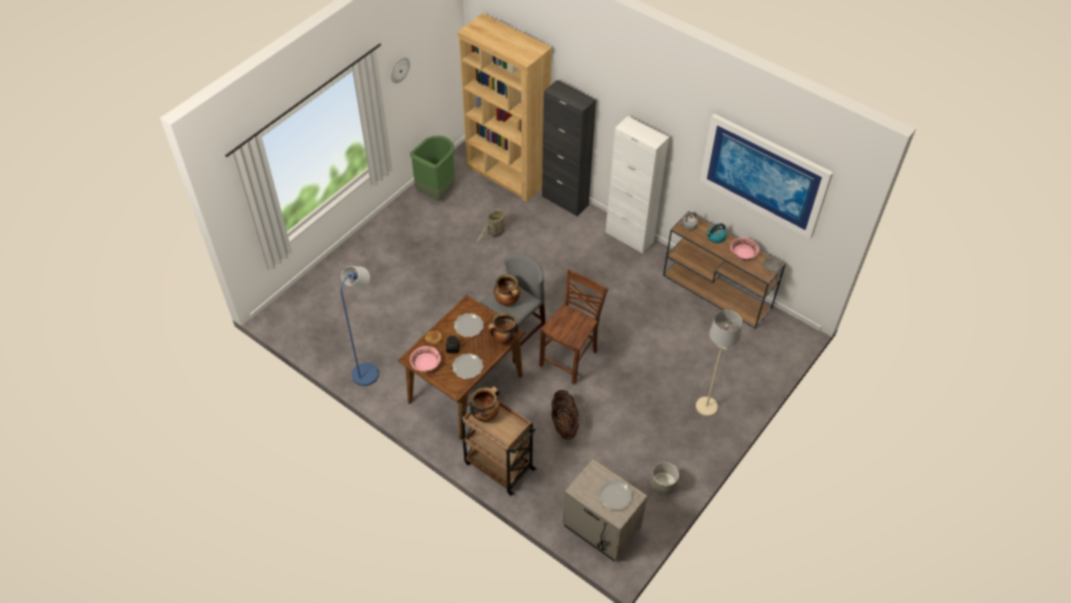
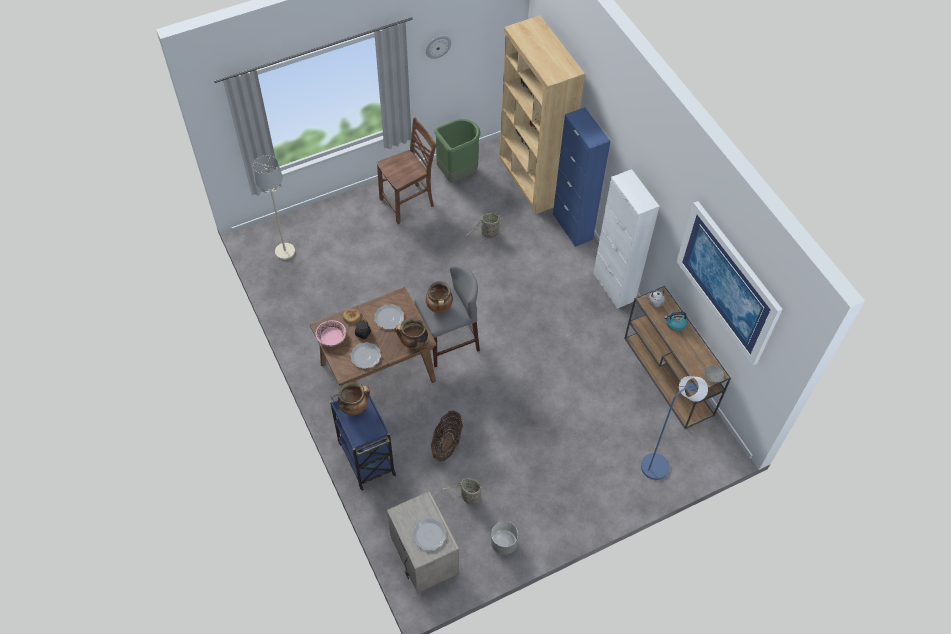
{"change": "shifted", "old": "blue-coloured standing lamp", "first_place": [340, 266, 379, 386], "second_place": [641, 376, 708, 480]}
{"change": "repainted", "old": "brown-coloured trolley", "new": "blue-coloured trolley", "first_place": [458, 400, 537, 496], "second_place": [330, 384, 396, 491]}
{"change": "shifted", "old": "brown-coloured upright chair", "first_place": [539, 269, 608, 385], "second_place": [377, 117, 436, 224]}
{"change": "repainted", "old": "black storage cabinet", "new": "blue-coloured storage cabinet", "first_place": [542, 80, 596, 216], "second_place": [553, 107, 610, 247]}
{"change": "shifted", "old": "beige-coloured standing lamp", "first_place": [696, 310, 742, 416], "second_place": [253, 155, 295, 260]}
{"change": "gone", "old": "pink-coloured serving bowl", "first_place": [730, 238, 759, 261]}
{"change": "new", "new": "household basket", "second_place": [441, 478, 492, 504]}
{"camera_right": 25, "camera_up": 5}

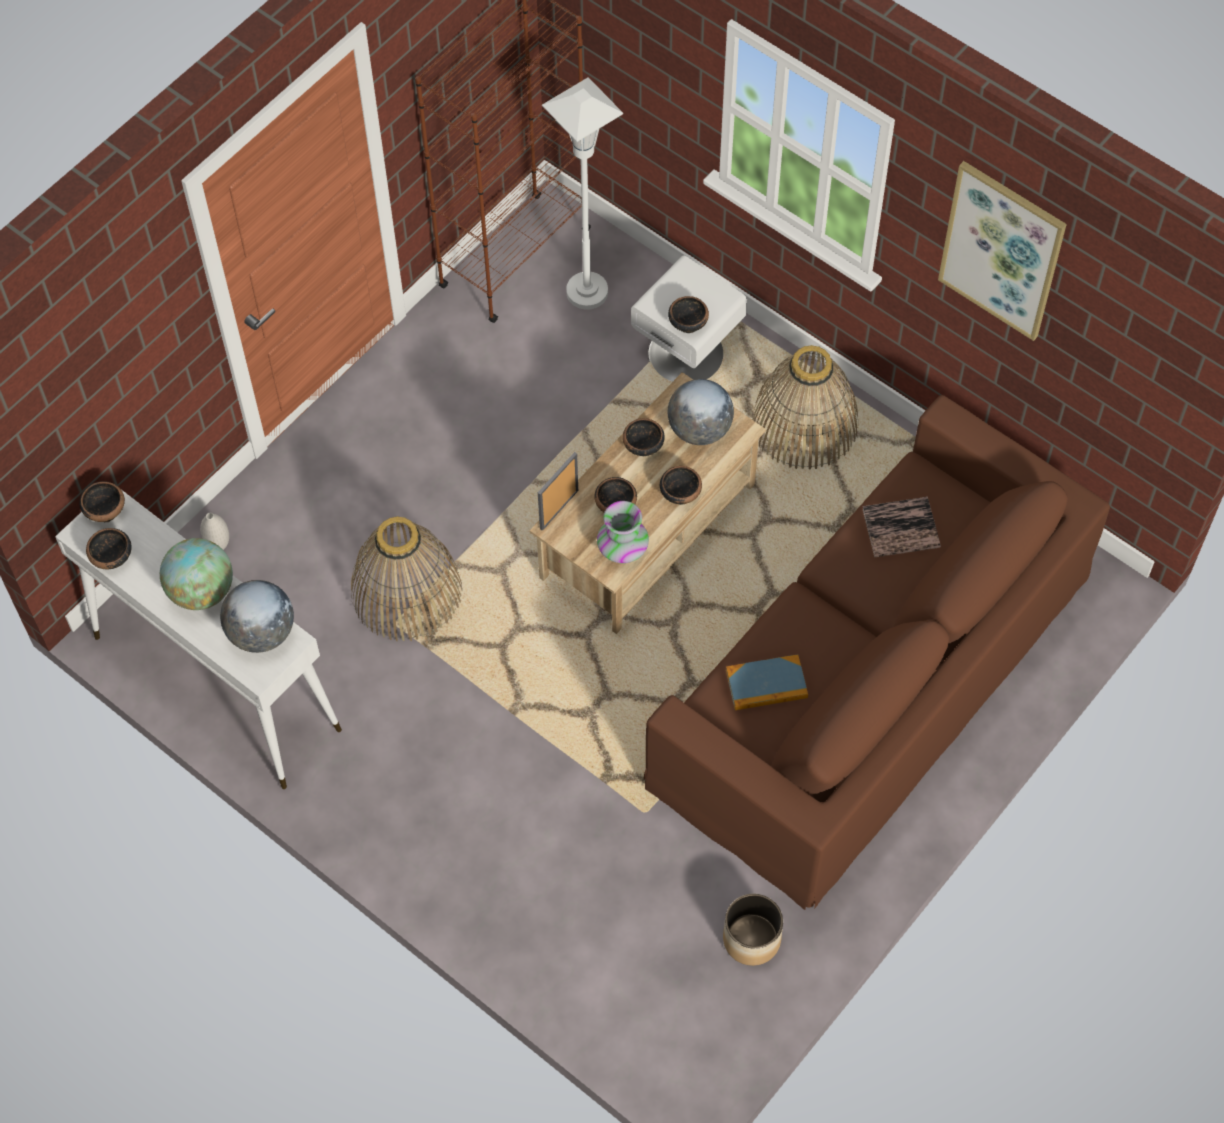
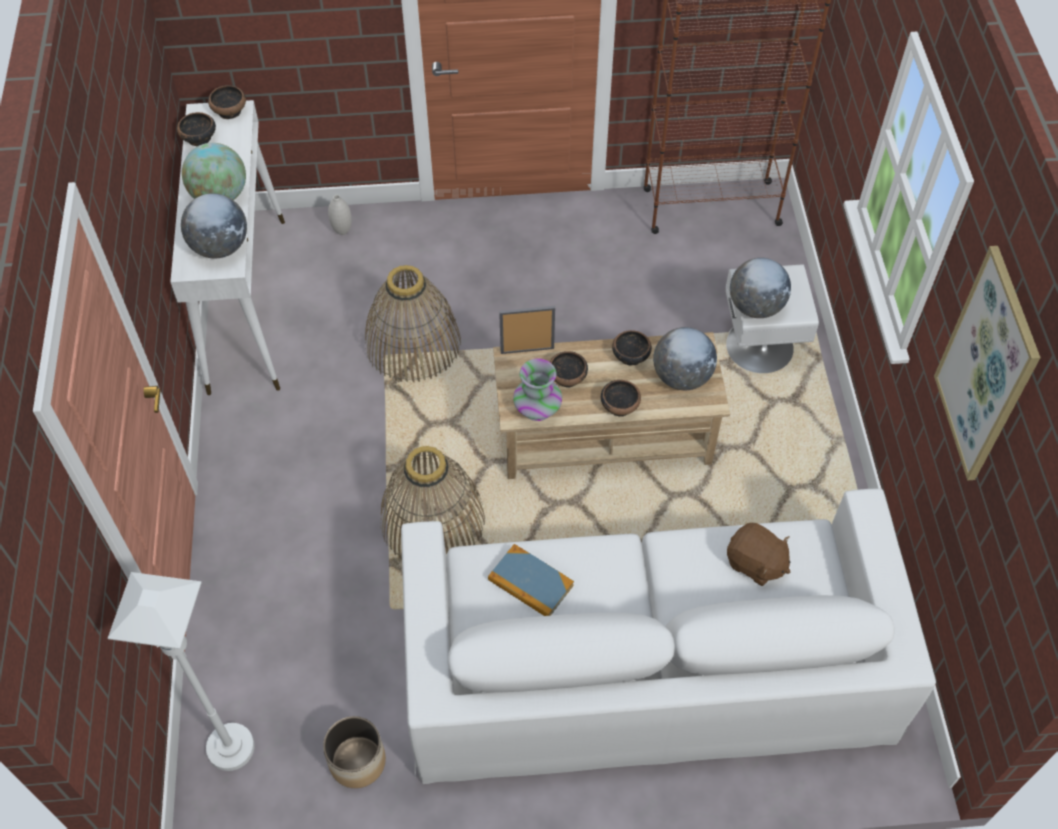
{"change": "shifted", "old": "white standing lamp", "first_place": [542, 77, 623, 310], "second_place": [108, 572, 255, 771]}
{"change": "repainted", "old": "brown-coloured settee", "new": "white settee", "first_place": [644, 395, 1110, 910], "second_place": [401, 488, 936, 784]}
{"change": "swapped", "old": "serving bowl", "new": "world globe", "first_place": [668, 296, 709, 333], "second_place": [730, 258, 791, 318]}
{"change": "shifted", "old": "household basket", "first_place": [751, 345, 858, 470], "second_place": [380, 446, 485, 558]}
{"change": "swapped", "old": "book", "new": "brown-coloured plush toy", "first_place": [862, 497, 941, 557], "second_place": [727, 523, 791, 586]}
{"camera_right": 45, "camera_up": -5}

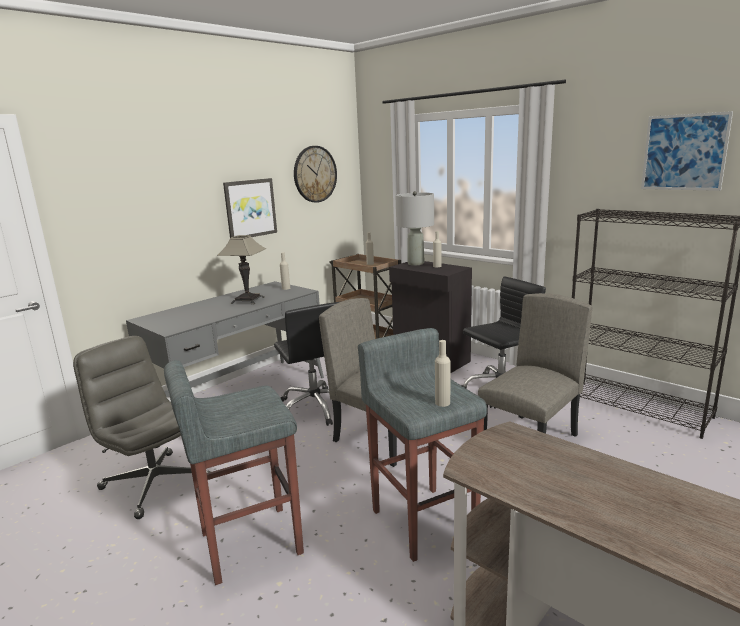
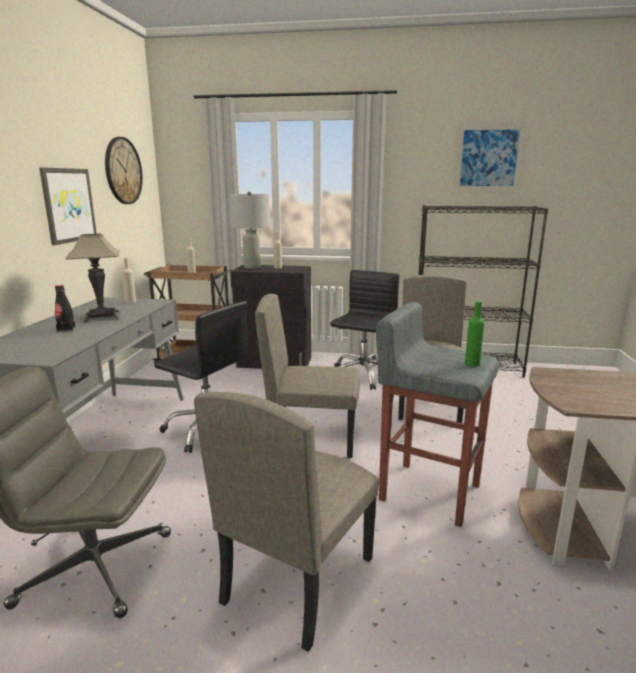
{"change": "swapped", "old": "greyish sitting stool", "new": "beige-coloured upright chair", "first_place": [164, 360, 304, 585], "second_place": [194, 392, 379, 652]}
{"change": "repainted", "old": "beige-coloured drink bottle", "new": "greenish drink bottle", "first_place": [435, 340, 450, 407], "second_place": [465, 301, 485, 367]}
{"change": "new", "new": "black drink bottle", "second_place": [55, 285, 75, 332]}
{"camera_right": -35, "camera_up": 0}

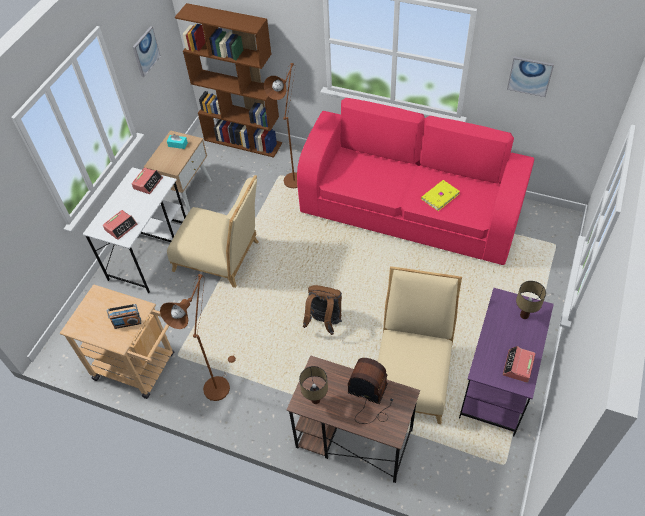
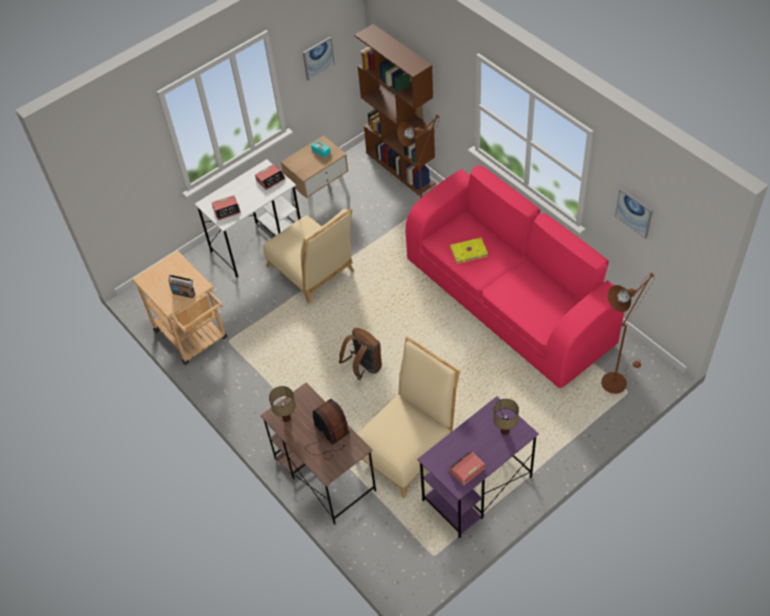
{"change": "shifted", "old": "brown-coloured standing lamp", "first_place": [160, 274, 236, 401], "second_place": [601, 273, 654, 394]}
{"change": "shifted", "old": "yellowish book", "first_place": [421, 180, 460, 211], "second_place": [450, 238, 488, 264]}
{"camera_right": 30, "camera_up": 0}

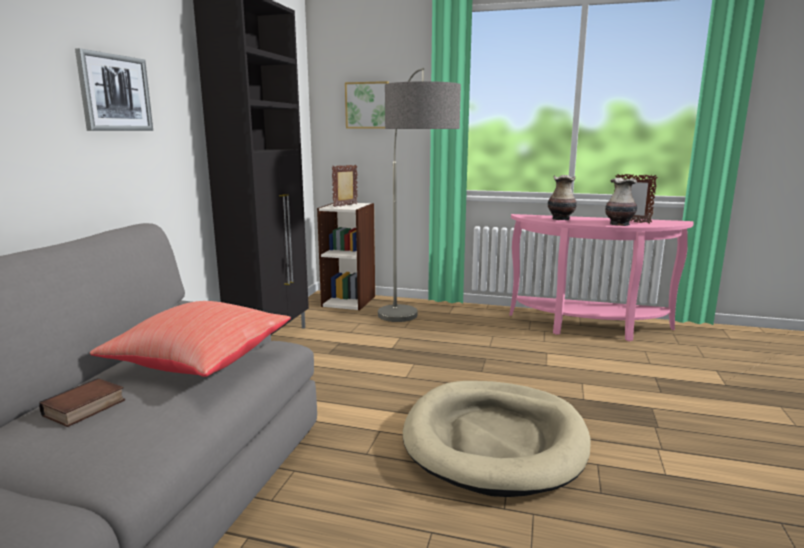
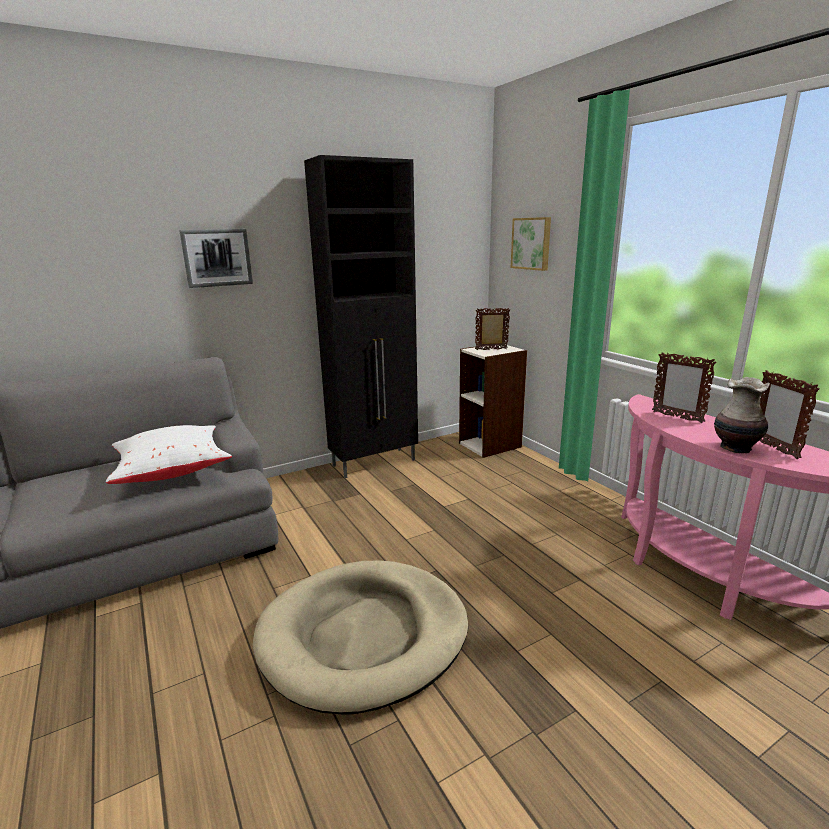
{"change": "gone", "old": "book", "first_place": [39, 378, 125, 427]}
{"change": "repainted", "old": "red-coloured pillow", "new": "white pillow", "first_place": [90, 301, 291, 377], "second_place": [106, 425, 232, 484]}
{"change": "gone", "old": "standing lamp", "first_place": [378, 68, 461, 322]}
{"change": "swapped", "old": "decorative vase", "new": "photo frame", "first_place": [548, 175, 577, 220], "second_place": [652, 352, 717, 423]}
{"camera_right": 45, "camera_up": 5}

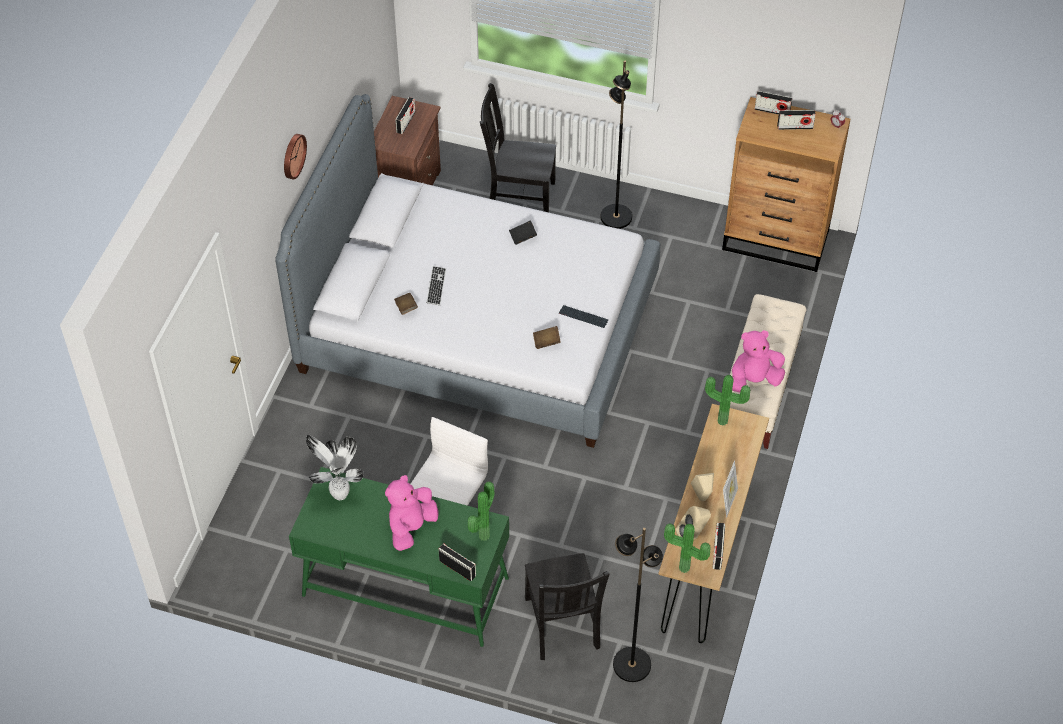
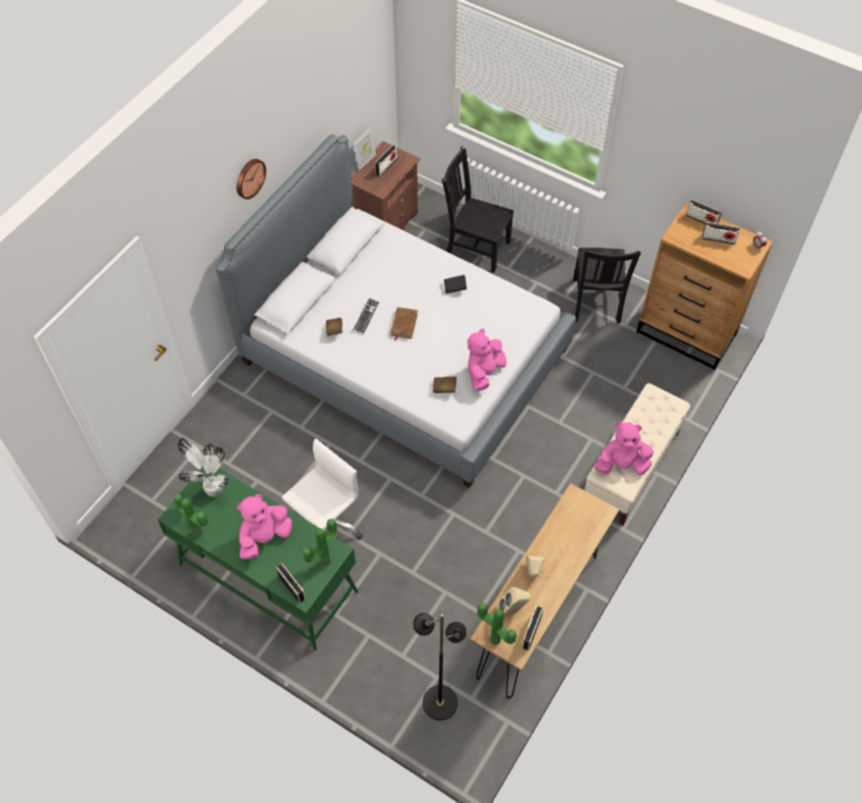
{"change": "shifted", "old": "black upright chair", "first_place": [525, 553, 610, 660], "second_place": [573, 248, 641, 324]}
{"change": "swapped", "old": "keyboard", "new": "pink-coloured plush toy", "first_place": [559, 305, 608, 328], "second_place": [467, 329, 506, 391]}
{"change": "gone", "old": "black standing lamp", "first_place": [600, 61, 632, 229]}
{"change": "shifted", "old": "plant in a pot", "first_place": [705, 375, 750, 426], "second_place": [174, 494, 208, 538]}
{"change": "shifted", "old": "photo frame", "first_place": [723, 460, 738, 518], "second_place": [353, 128, 376, 171]}
{"change": "new", "new": "brown-coloured book", "second_place": [391, 307, 418, 341]}
{"camera_right": 15, "camera_up": 5}

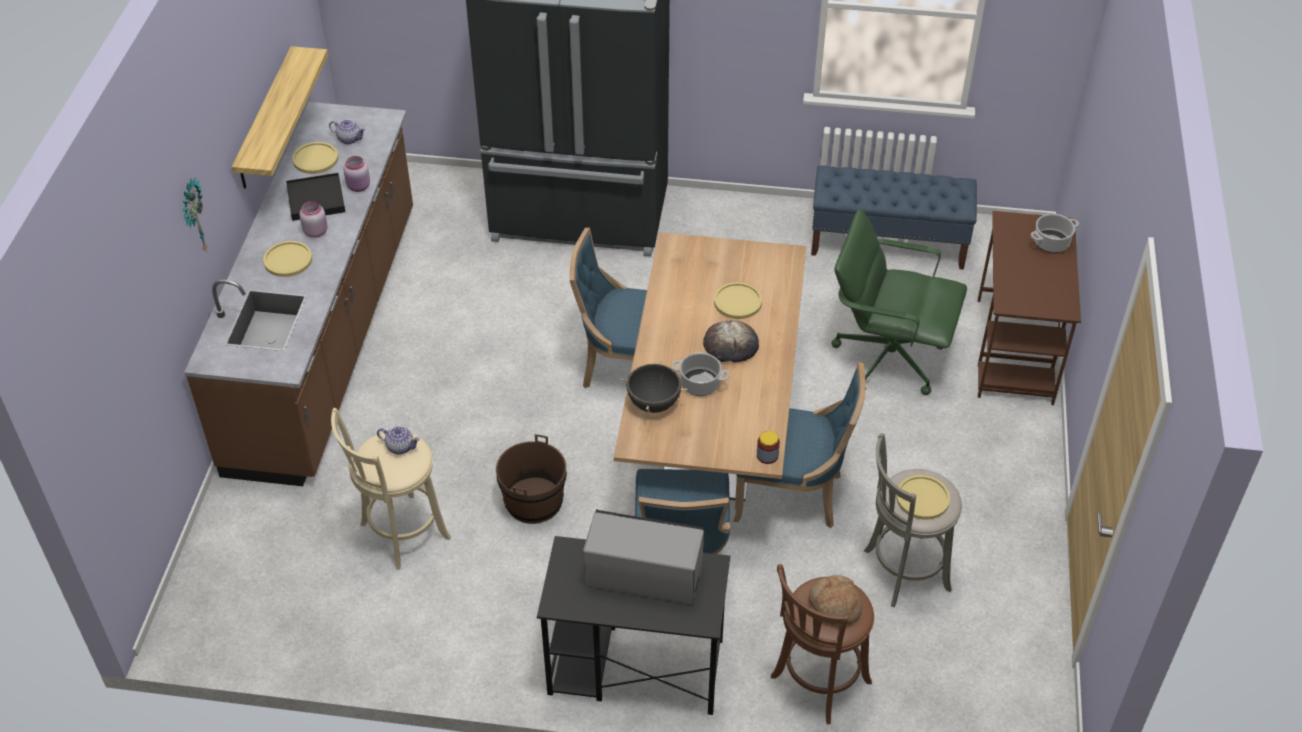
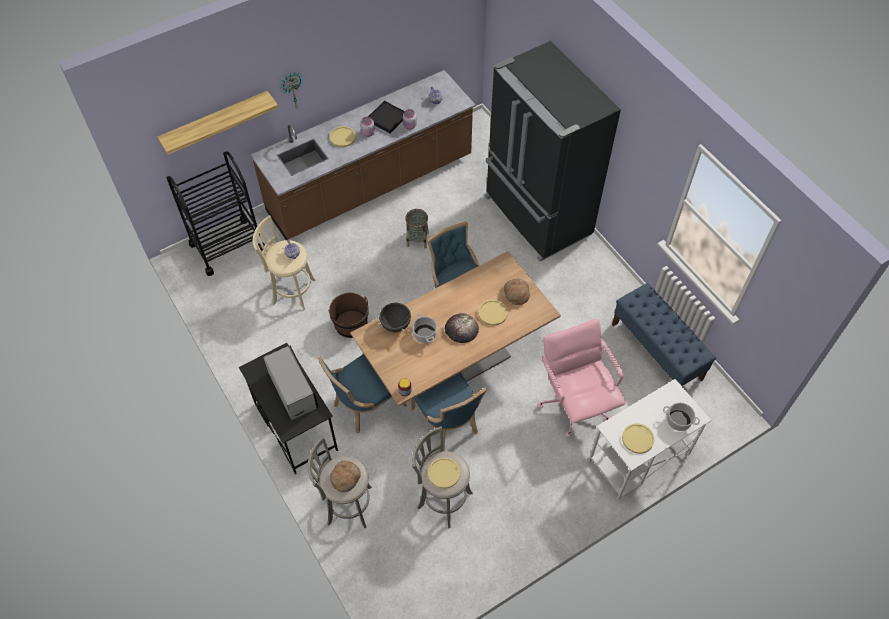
{"change": "shifted", "old": "bracket shelf", "first_place": [232, 46, 328, 189], "second_place": [157, 91, 278, 155]}
{"change": "shifted", "old": "yellowish plate", "first_place": [292, 142, 338, 174], "second_place": [622, 423, 655, 454]}
{"change": "repainted", "old": "brown-coloured sitting stool", "new": "greyish sitting stool", "first_place": [771, 564, 874, 724], "second_place": [308, 436, 372, 528]}
{"change": "repainted", "old": "greenish computer chair", "new": "pink-coloured computer chair", "first_place": [831, 209, 967, 395], "second_place": [537, 319, 626, 438]}
{"change": "repainted", "old": "brown-coloured desk", "new": "white desk", "first_place": [978, 211, 1081, 405], "second_place": [588, 379, 711, 500]}
{"change": "new", "new": "black trolley", "second_place": [167, 151, 265, 276]}
{"change": "new", "new": "household basket", "second_place": [405, 209, 429, 248]}
{"change": "new", "new": "bread", "second_place": [504, 279, 530, 305]}
{"camera_right": 50, "camera_up": 10}

